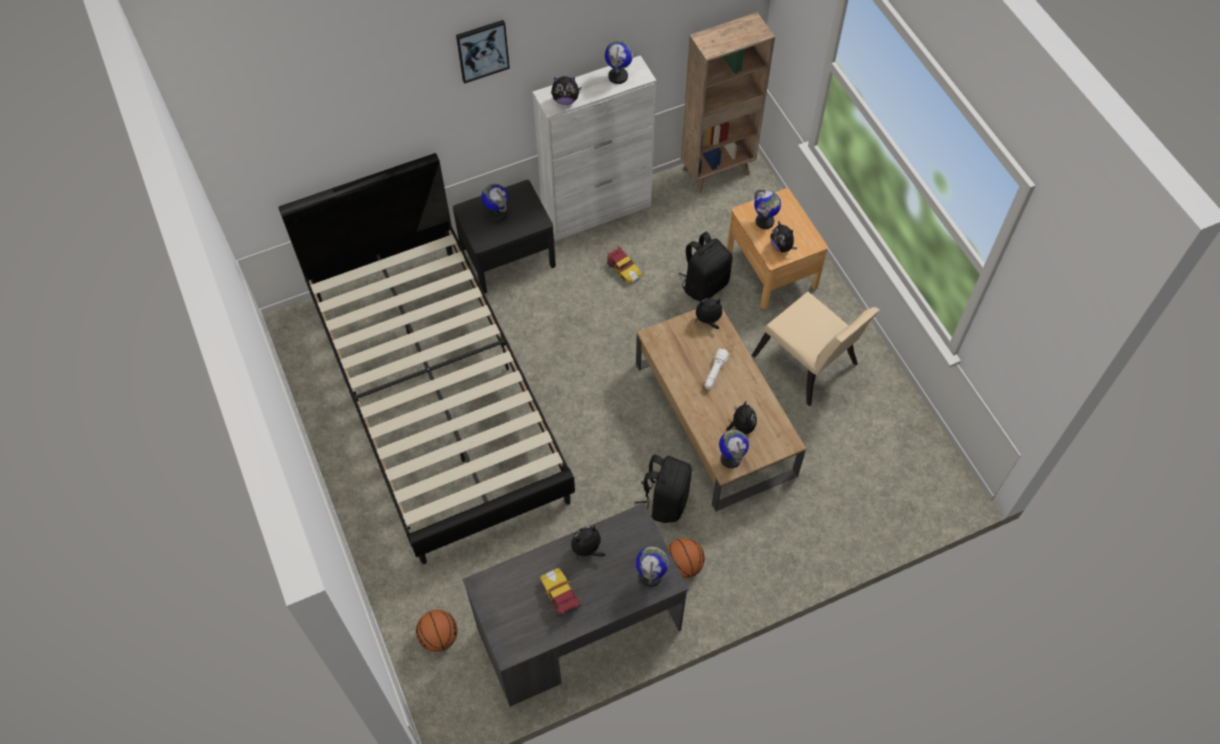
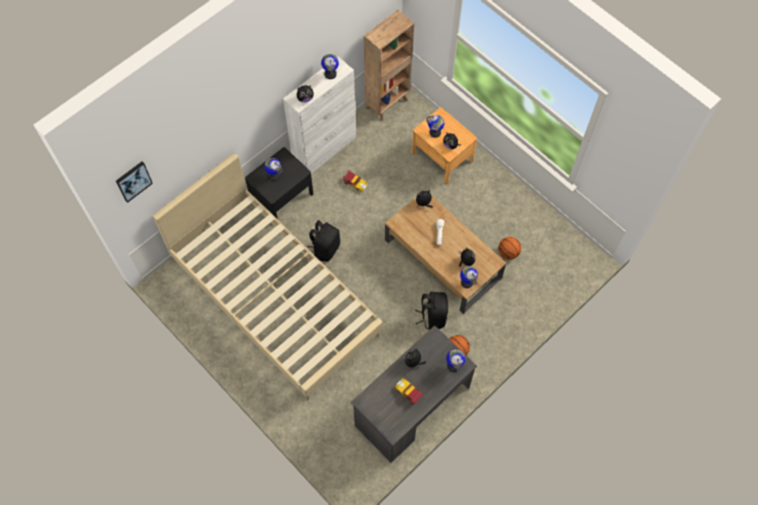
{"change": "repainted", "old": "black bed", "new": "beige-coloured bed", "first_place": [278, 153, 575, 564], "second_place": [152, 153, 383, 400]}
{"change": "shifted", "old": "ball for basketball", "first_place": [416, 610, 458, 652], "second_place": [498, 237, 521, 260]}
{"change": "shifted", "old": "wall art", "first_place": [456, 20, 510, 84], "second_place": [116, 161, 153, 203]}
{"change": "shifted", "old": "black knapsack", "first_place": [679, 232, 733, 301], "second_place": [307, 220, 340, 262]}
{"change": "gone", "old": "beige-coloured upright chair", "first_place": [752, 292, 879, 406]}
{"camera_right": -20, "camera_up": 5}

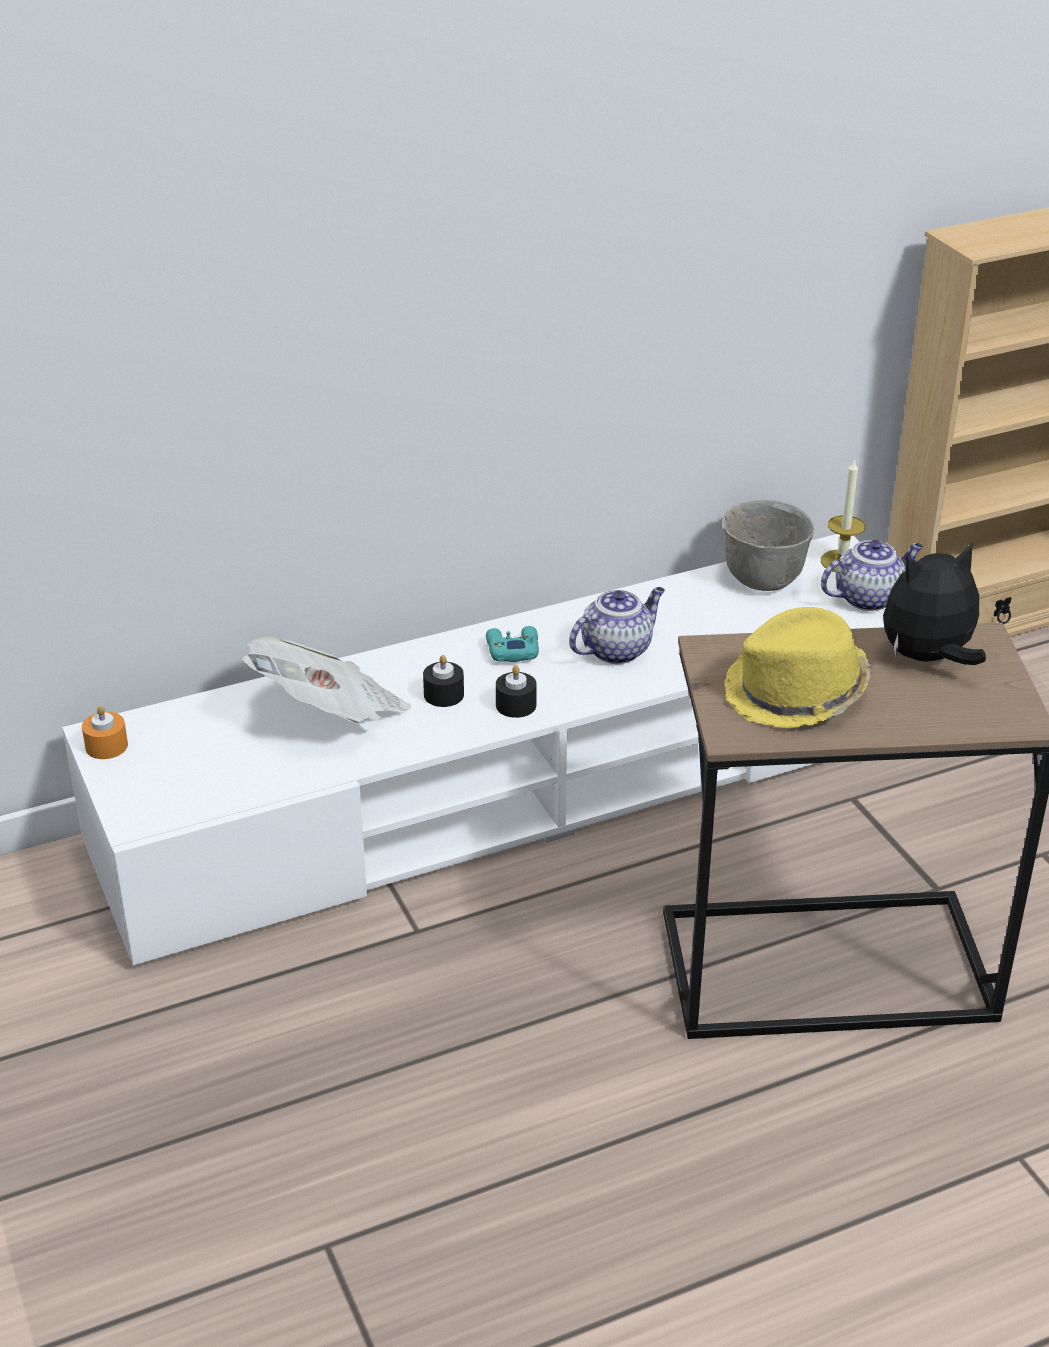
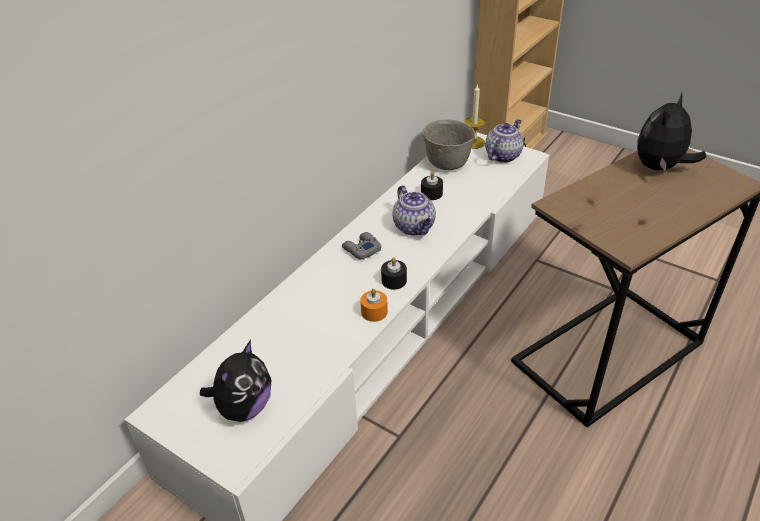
{"change": "shifted", "old": "orange wax candle", "first_place": [82, 705, 128, 759], "second_place": [360, 289, 388, 322]}
{"change": "gone", "old": "newspaper", "first_place": [241, 636, 411, 723]}
{"change": "shifted", "old": "black wax candle", "first_place": [423, 655, 464, 707], "second_place": [421, 172, 443, 200]}
{"change": "repainted", "old": "turquoise joypad", "new": "greyish joypad", "first_place": [486, 626, 539, 662], "second_place": [342, 232, 381, 260]}
{"change": "rotated", "old": "pot for tea", "first_place": [569, 587, 665, 664], "second_place": [392, 185, 436, 235], "degrees": 135}
{"change": "gone", "old": "yellowish clothing hat", "first_place": [724, 607, 872, 728]}
{"change": "new", "new": "plush toy", "second_place": [200, 340, 271, 422]}
{"camera_right": -30, "camera_up": 5}

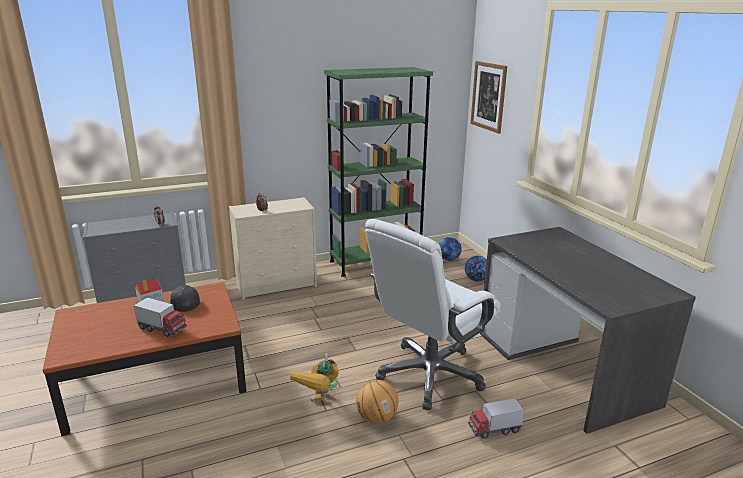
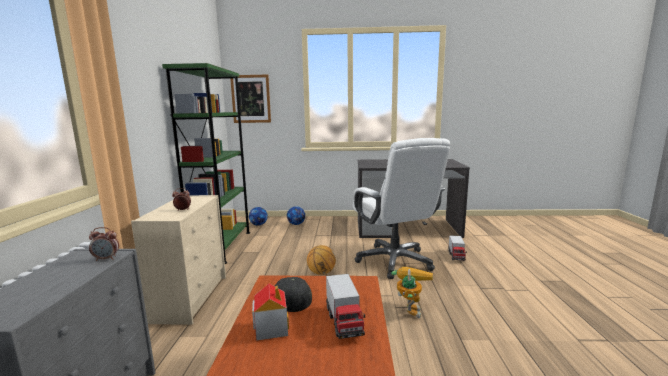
{"change": "rotated", "old": "toy truck", "first_place": [134, 297, 187, 337], "second_place": [326, 274, 365, 339], "degrees": 120}
{"change": "rotated", "old": "model robot", "first_place": [290, 353, 338, 402], "second_place": [392, 267, 433, 318], "degrees": -120}
{"change": "shifted", "old": "ball for basketball", "first_place": [356, 380, 398, 424], "second_place": [307, 245, 336, 275]}
{"camera_right": -65, "camera_up": -10}

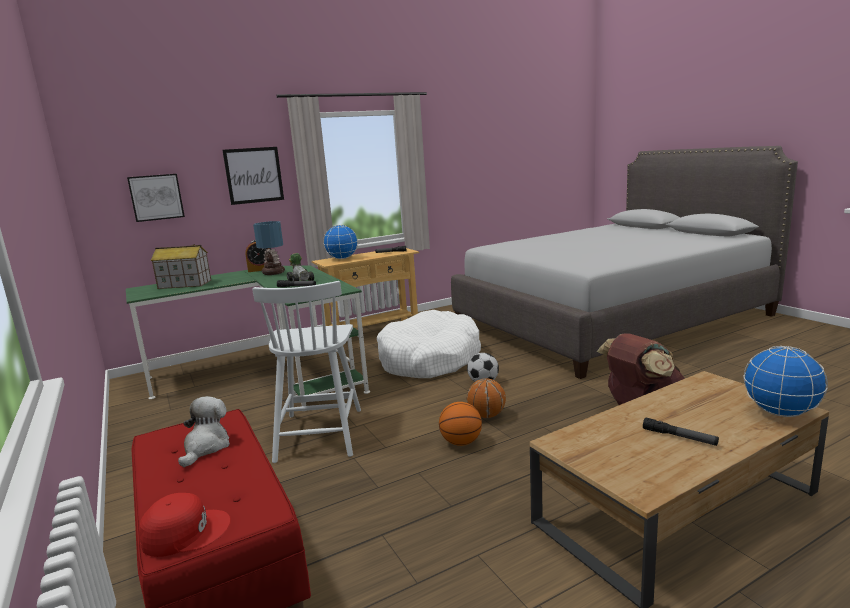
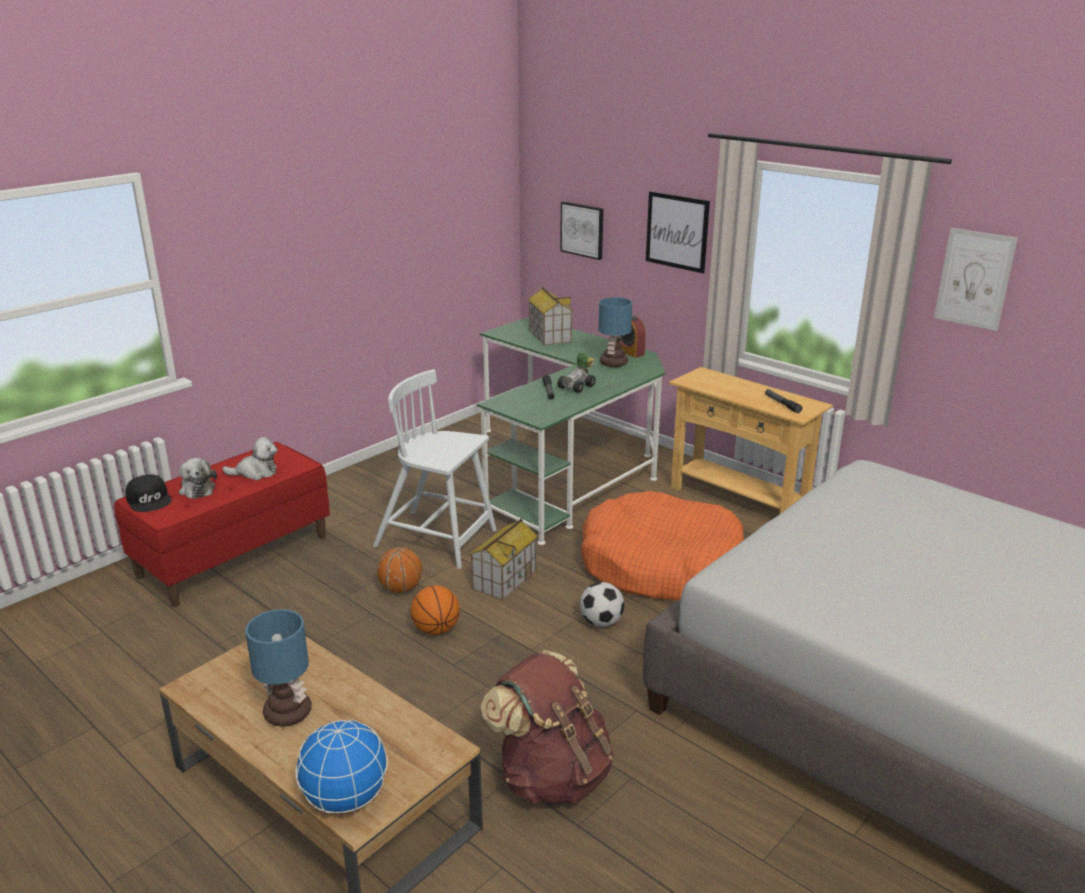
{"change": "repainted", "old": "red-coloured baseball cap", "new": "black baseball cap", "first_place": [139, 493, 231, 557], "second_place": [125, 474, 172, 512]}
{"change": "rotated", "old": "white upright chair", "first_place": [252, 281, 361, 463], "second_place": [373, 369, 497, 569], "degrees": 45}
{"change": "gone", "old": "world globe", "first_place": [323, 225, 358, 259]}
{"change": "repainted", "old": "white dog bed", "new": "orange dog bed", "first_place": [377, 310, 481, 378], "second_place": [581, 491, 744, 600]}
{"change": "shifted", "old": "ball for basketball", "first_place": [467, 378, 506, 418], "second_place": [377, 547, 422, 593]}
{"change": "swapped", "old": "flashlight", "new": "tabletop lamp", "first_place": [643, 417, 719, 446], "second_place": [246, 609, 312, 727]}
{"change": "new", "new": "plush toy", "second_place": [179, 458, 217, 499]}
{"change": "new", "new": "model house", "second_place": [469, 519, 538, 600]}
{"change": "new", "new": "wall art", "second_place": [934, 228, 1018, 331]}
{"camera_right": 70, "camera_up": 10}

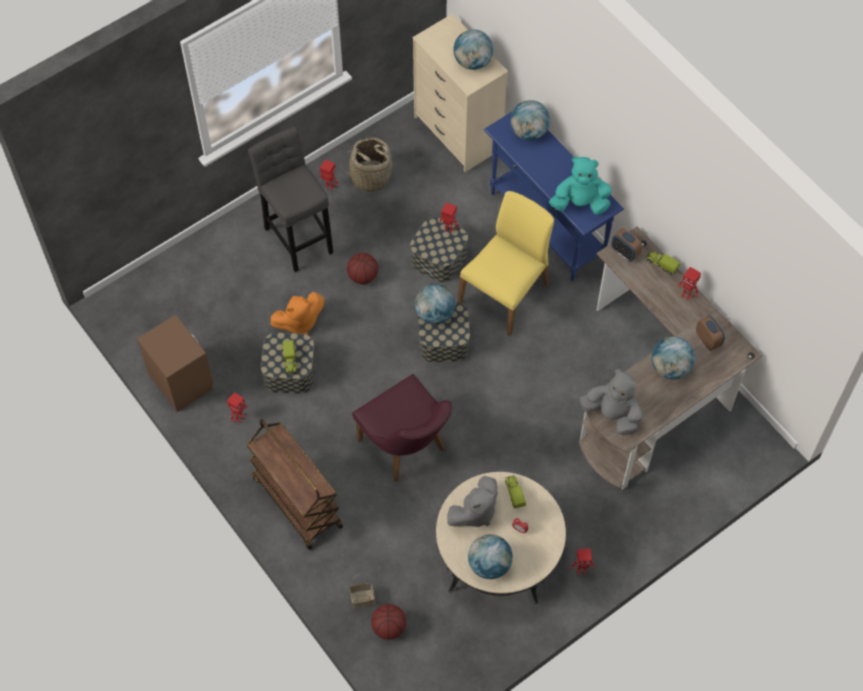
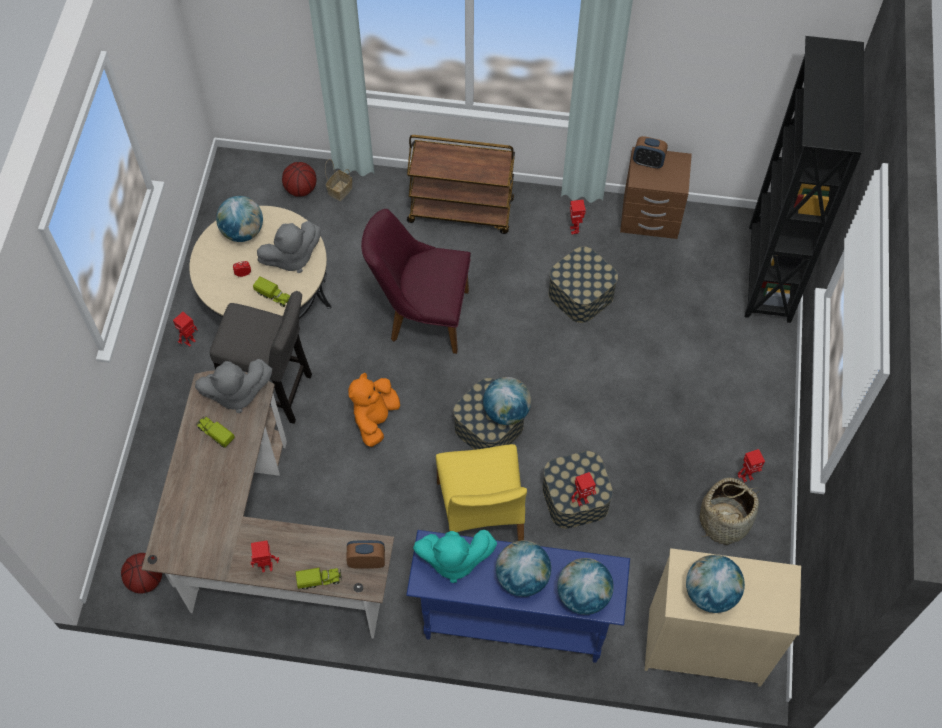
{"change": "shifted", "old": "greyish sitting stool", "first_place": [248, 127, 333, 272], "second_place": [210, 291, 312, 424]}
{"change": "shifted", "old": "orange plush toy", "first_place": [270, 292, 324, 335], "second_place": [348, 373, 400, 447]}
{"change": "shifted", "old": "toy truck", "first_place": [282, 340, 296, 375], "second_place": [196, 416, 235, 448]}
{"change": "shifted", "old": "ball for basketball", "first_place": [347, 253, 378, 284], "second_place": [121, 553, 162, 594]}
{"change": "rotated", "old": "greyish plush toy", "first_place": [448, 476, 498, 527], "second_place": [257, 221, 321, 273], "degrees": -120}
{"change": "rotated", "old": "turquoise plush toy", "first_place": [549, 156, 612, 215], "second_place": [413, 530, 497, 583], "degrees": 45}
{"change": "shifted", "old": "world globe", "first_place": [652, 337, 695, 379], "second_place": [496, 541, 551, 597]}
{"change": "shifted", "old": "bedside clock", "first_place": [696, 316, 725, 351], "second_place": [633, 136, 668, 169]}
{"change": "new", "new": "black shelving unit", "second_place": [745, 36, 864, 323]}
{"camera_right": 135, "camera_up": 0}

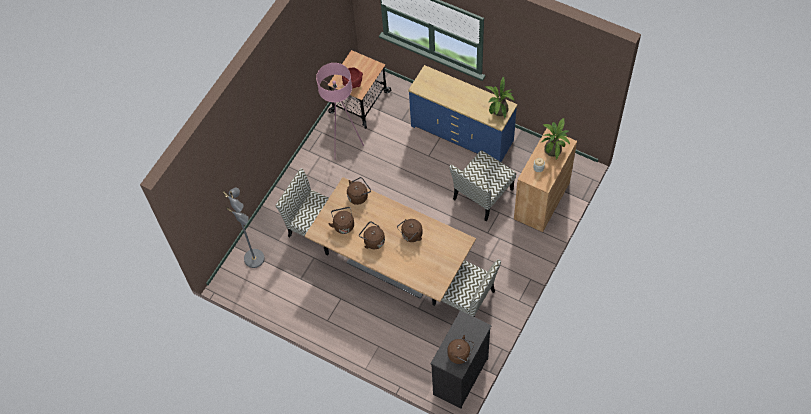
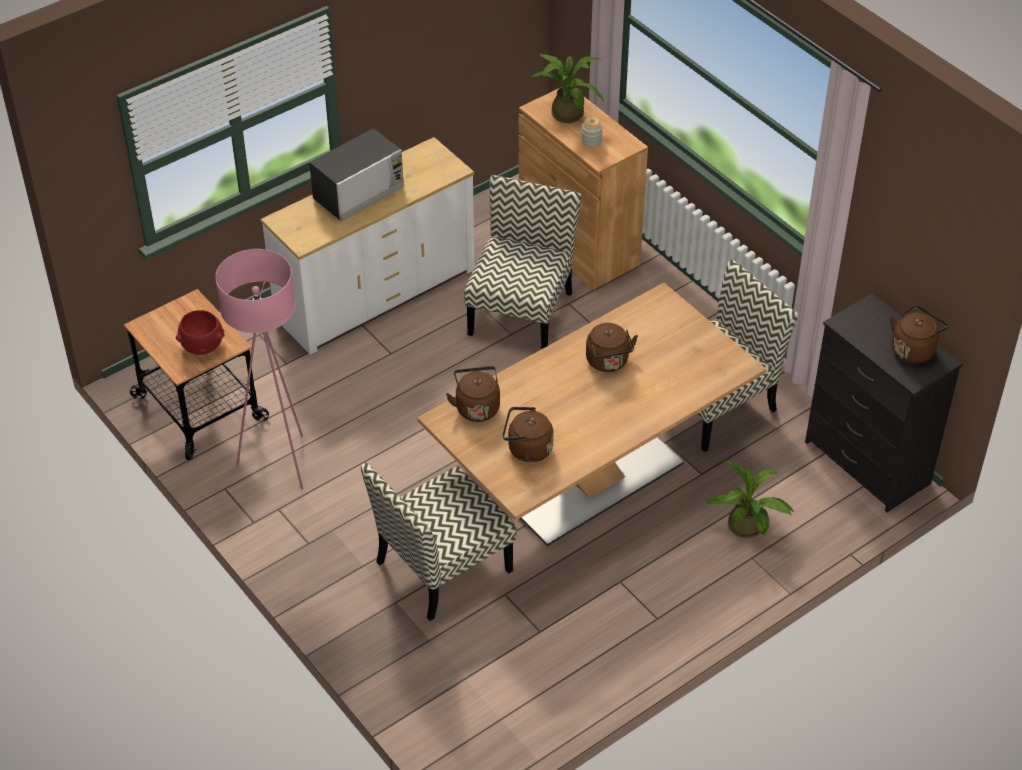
{"change": "gone", "old": "greyish standing lamp", "first_place": [223, 188, 265, 268]}
{"change": "gone", "old": "brown-coloured water kettle", "first_place": [359, 221, 385, 249]}
{"change": "repainted", "old": "blue-coloured drawer chest", "new": "white drawer chest", "first_place": [408, 65, 517, 162], "second_place": [261, 137, 475, 355]}
{"change": "rotated", "old": "upright chair", "first_place": [449, 150, 516, 221], "second_place": [464, 175, 581, 349], "degrees": -135}
{"change": "shifted", "old": "plant in a pot", "first_place": [485, 77, 514, 118], "second_place": [706, 460, 795, 538]}
{"change": "new", "new": "microwave oven", "second_place": [309, 128, 404, 221]}
{"camera_right": -70, "camera_up": -15}

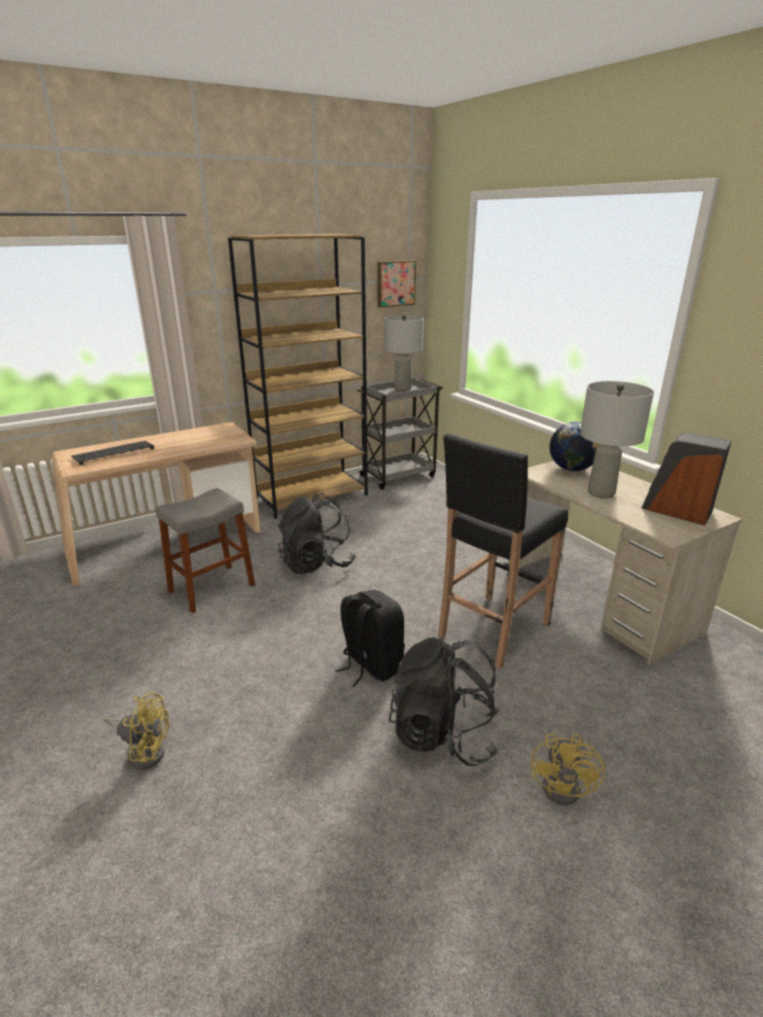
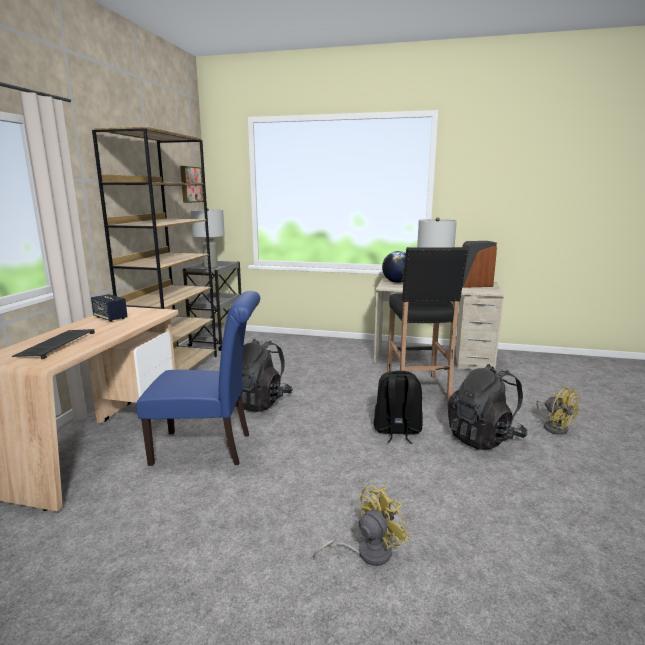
{"change": "swapped", "old": "greyish sitting stool", "new": "blue-coloured upright chair", "first_place": [156, 488, 255, 613], "second_place": [136, 291, 260, 466]}
{"change": "new", "new": "audio speaker", "second_place": [91, 294, 127, 322]}
{"camera_right": -45, "camera_up": -10}

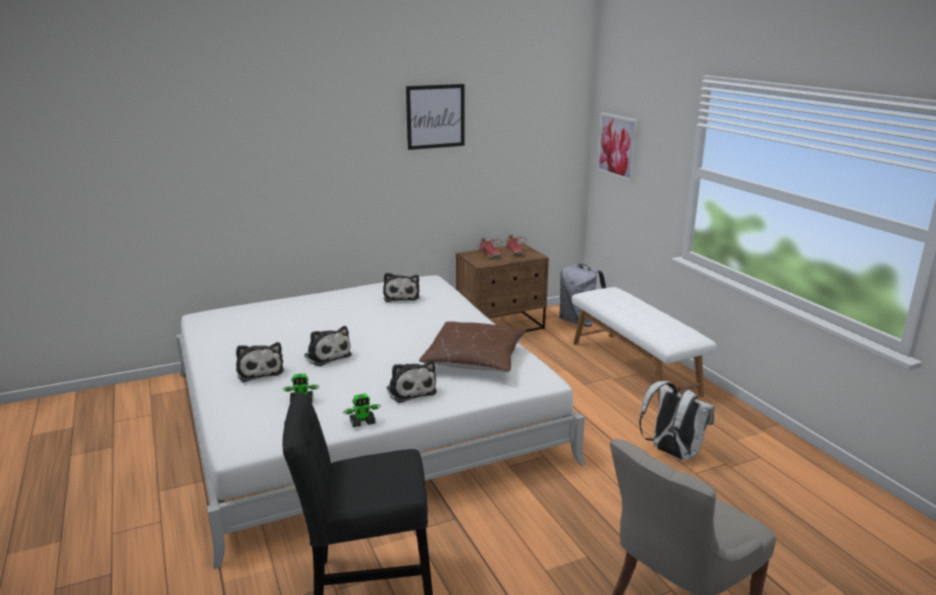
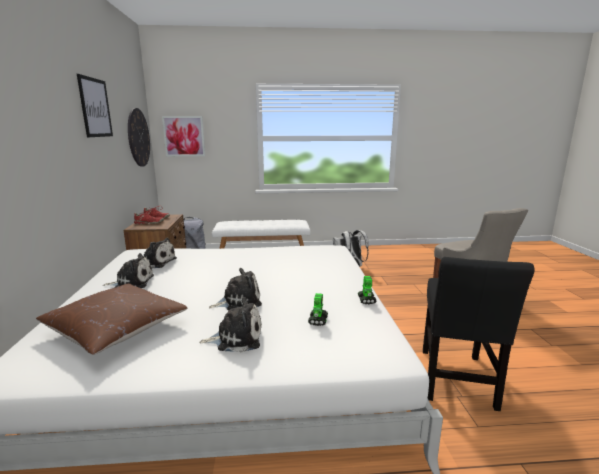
{"change": "shifted", "old": "plush toy", "first_place": [386, 360, 437, 403], "second_place": [103, 253, 154, 288]}
{"change": "shifted", "old": "brown-coloured pillow", "first_place": [419, 322, 526, 372], "second_place": [36, 283, 187, 355]}
{"change": "new", "new": "wall clock", "second_place": [128, 108, 150, 167]}
{"camera_right": -70, "camera_up": -5}

